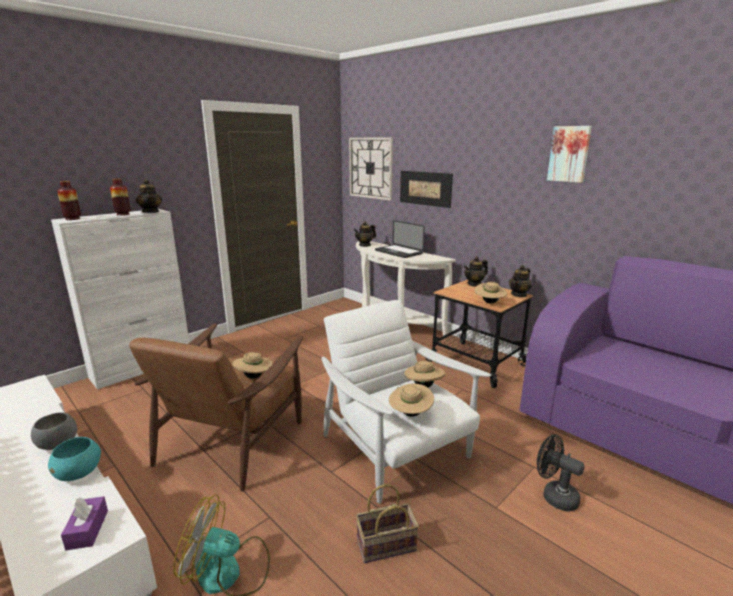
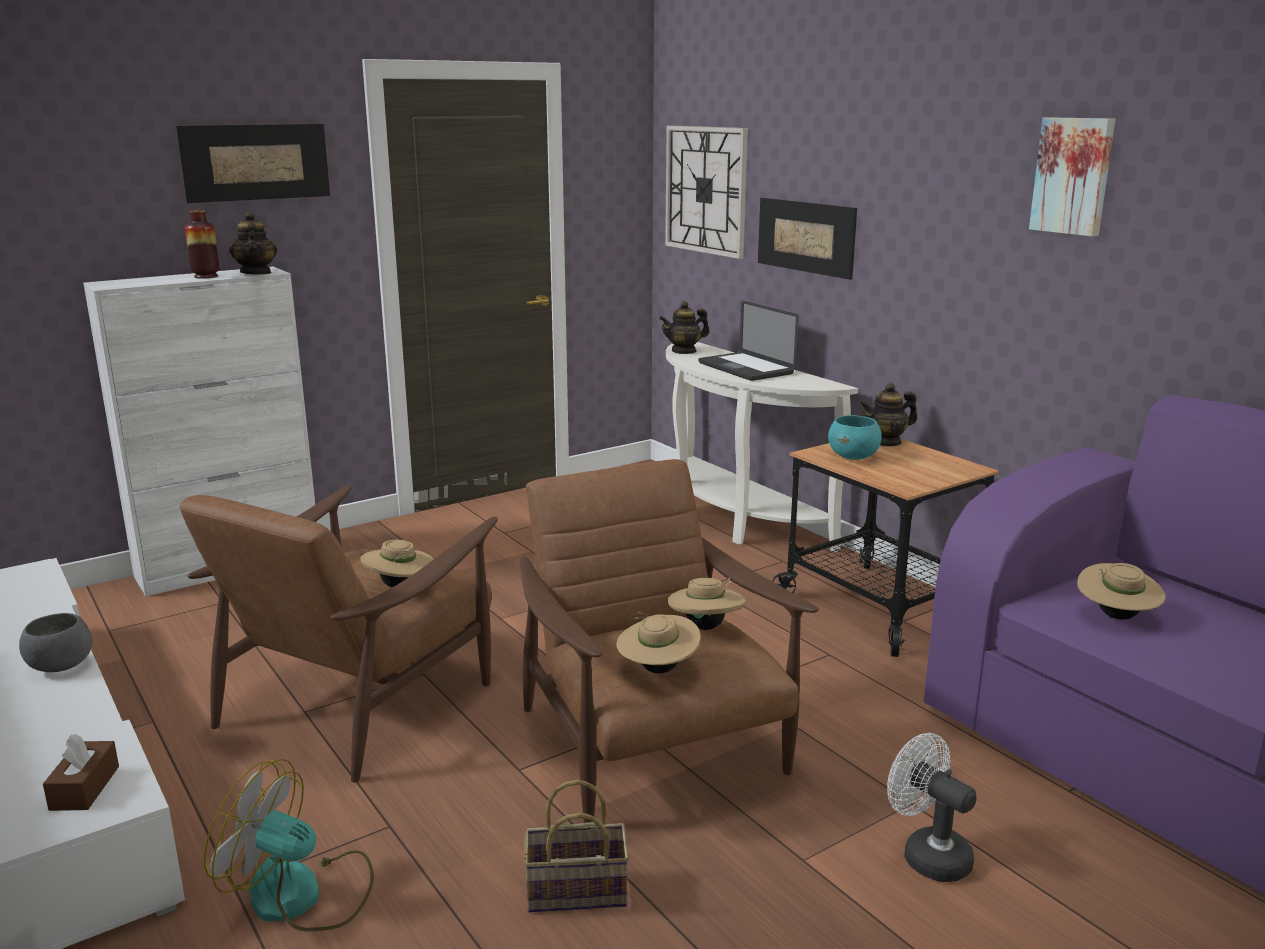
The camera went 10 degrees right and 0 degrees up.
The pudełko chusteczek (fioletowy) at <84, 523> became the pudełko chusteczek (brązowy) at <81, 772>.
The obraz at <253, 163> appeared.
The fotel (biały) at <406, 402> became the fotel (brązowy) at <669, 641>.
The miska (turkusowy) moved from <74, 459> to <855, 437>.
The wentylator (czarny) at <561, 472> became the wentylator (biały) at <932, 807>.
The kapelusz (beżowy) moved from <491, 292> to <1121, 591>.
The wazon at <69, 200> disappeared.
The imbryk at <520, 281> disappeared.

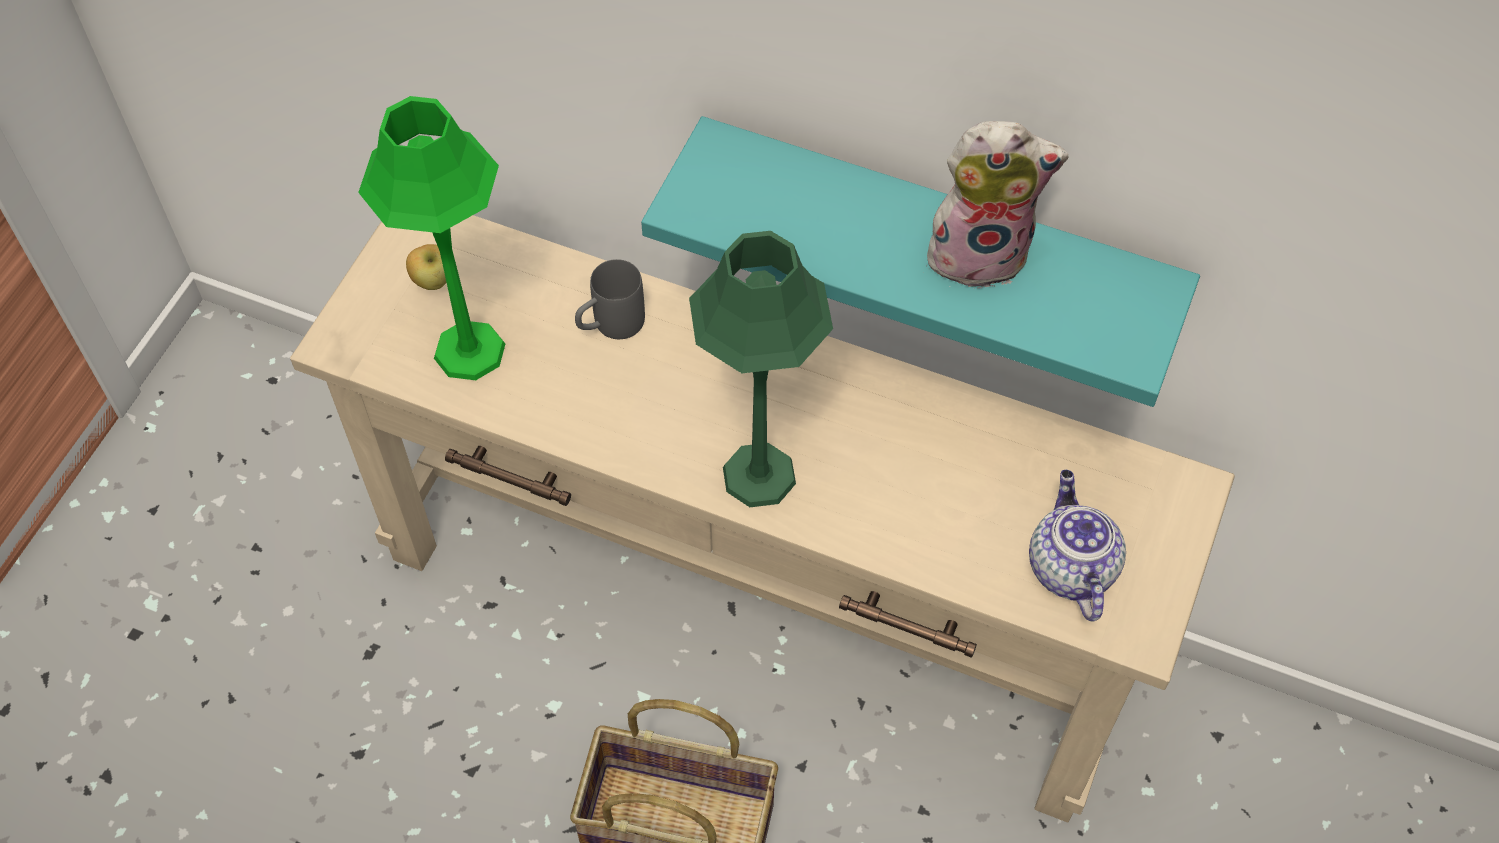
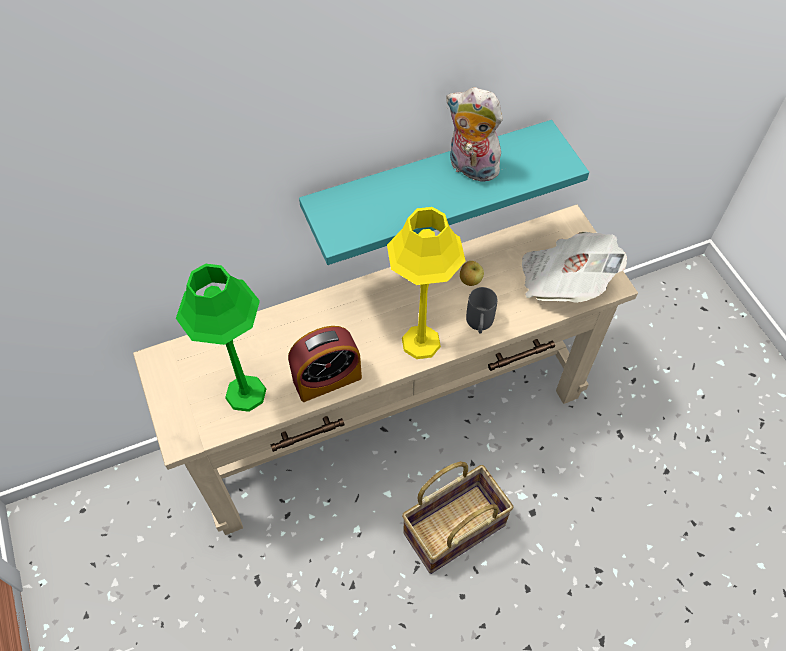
The camera went 45 degrees left and 0 degrees up.
The budzik at <325, 364> appeared.
The lampa stołowa (zielony) at <761, 369> became the lampa stołowa (żółty) at <426, 283>.
The pluszak at <997, 204> turned 105 degrees counterclockwise.
The jabłko moved from <426, 267> to <472, 273>.
The kubek (szary) moved from <610, 299> to <481, 310>.
The imbryk at <1077, 546> was replaced by the gazeta at <574, 267>.

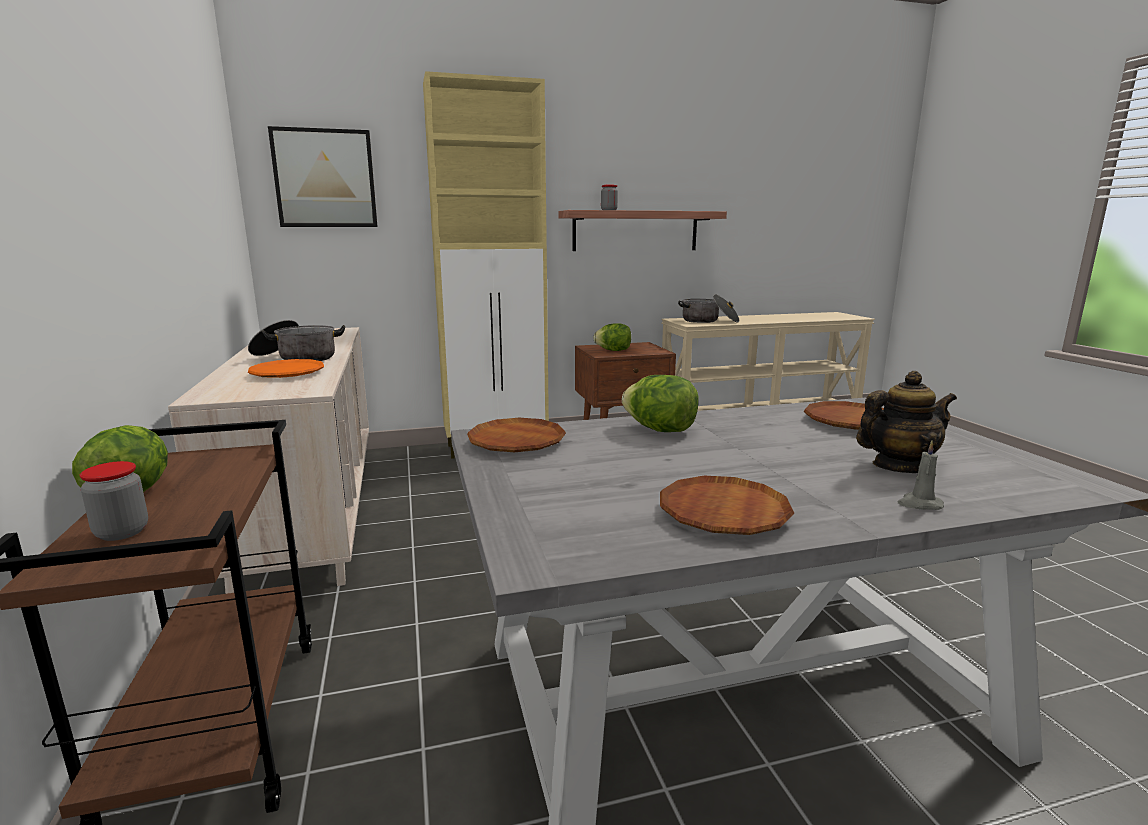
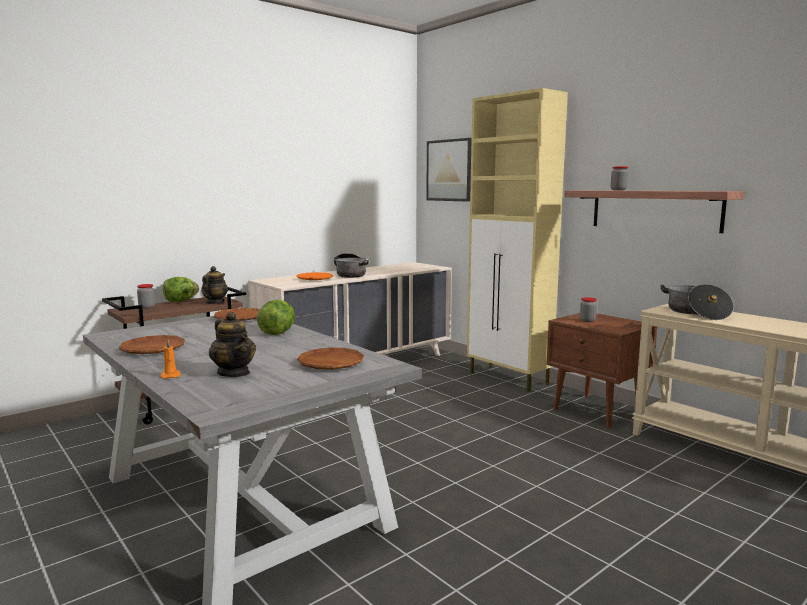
The camera went 65 degrees right and 5 degrees down.
The świeca (szary) at <921, 475> became the świeca (pomarańczowy) at <170, 359>.
The imbryk at <214, 285> appeared.
The sałata at <612, 337> was replaced by the słoik at <588, 309>.

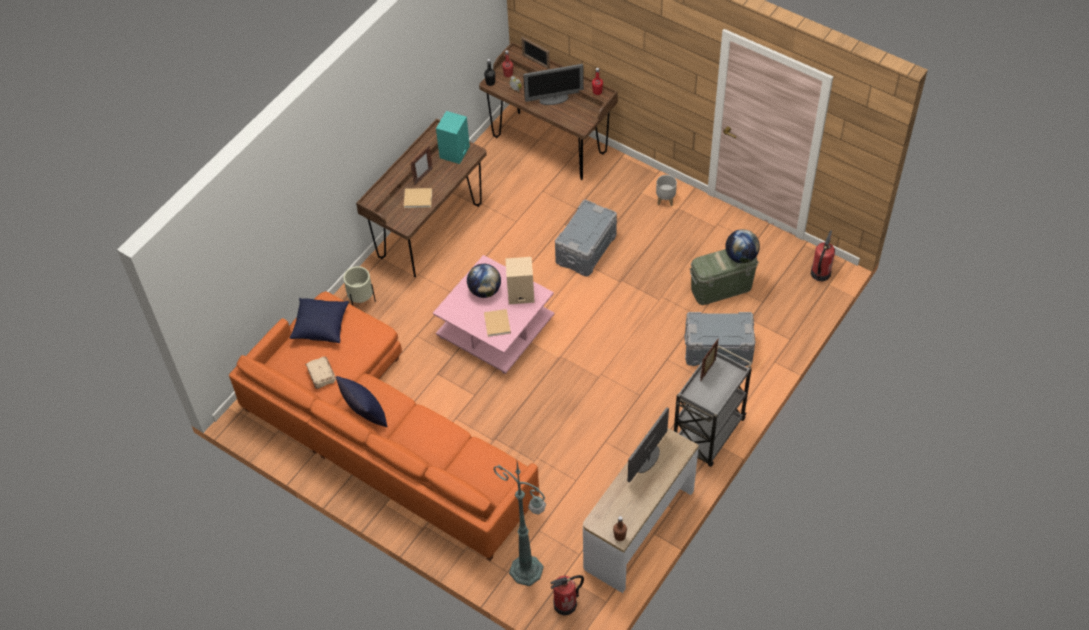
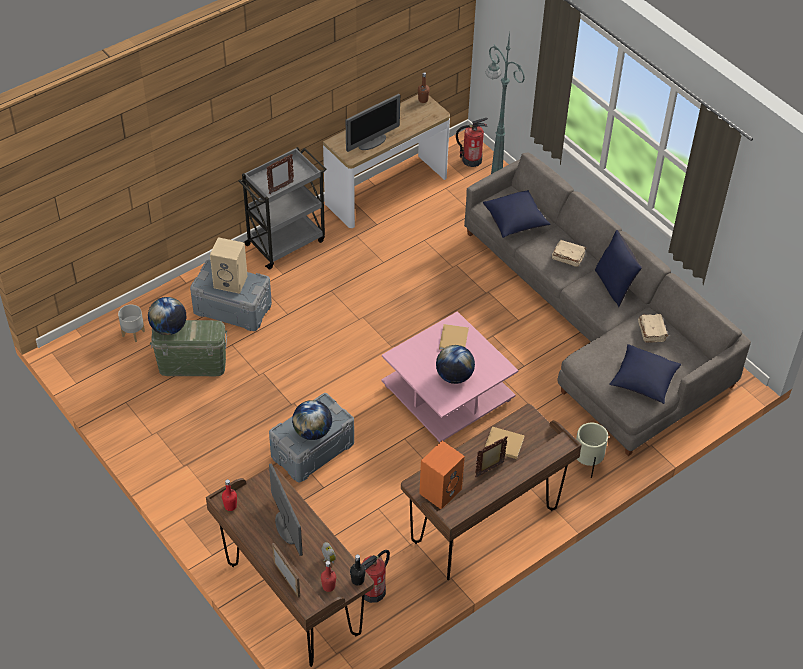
The camera went 165 degrees left and 5 degrees down.
The donica (szary) moved from <666, 191> to <131, 323>.
The głośnik (beżowy) moved from <520, 280> to <228, 265>.
The monitor at <553, 84> turned 60 degrees clockwise.
The globus at <312, 420> appeared.
The gaśnica moved from <823, 255> to <376, 576>.
The głośnik (turkusowy) at <453, 137> became the głośnik (pomarańczowy) at <442, 475>.
The kanapa (pomarańczowy) at <384, 426> became the kanapa (szary) at <607, 304>.
The poduszka (niebieski) at <516, 214> appeared.
The książka (beżowy) at <569, 253> appeared.

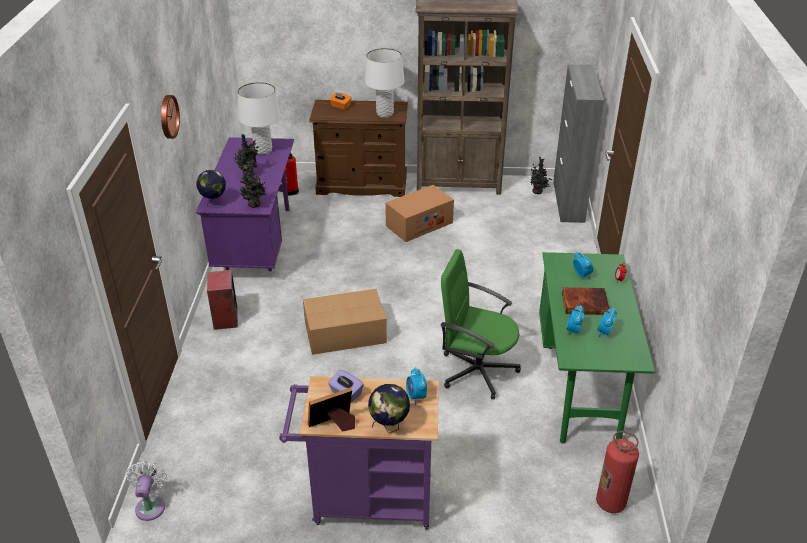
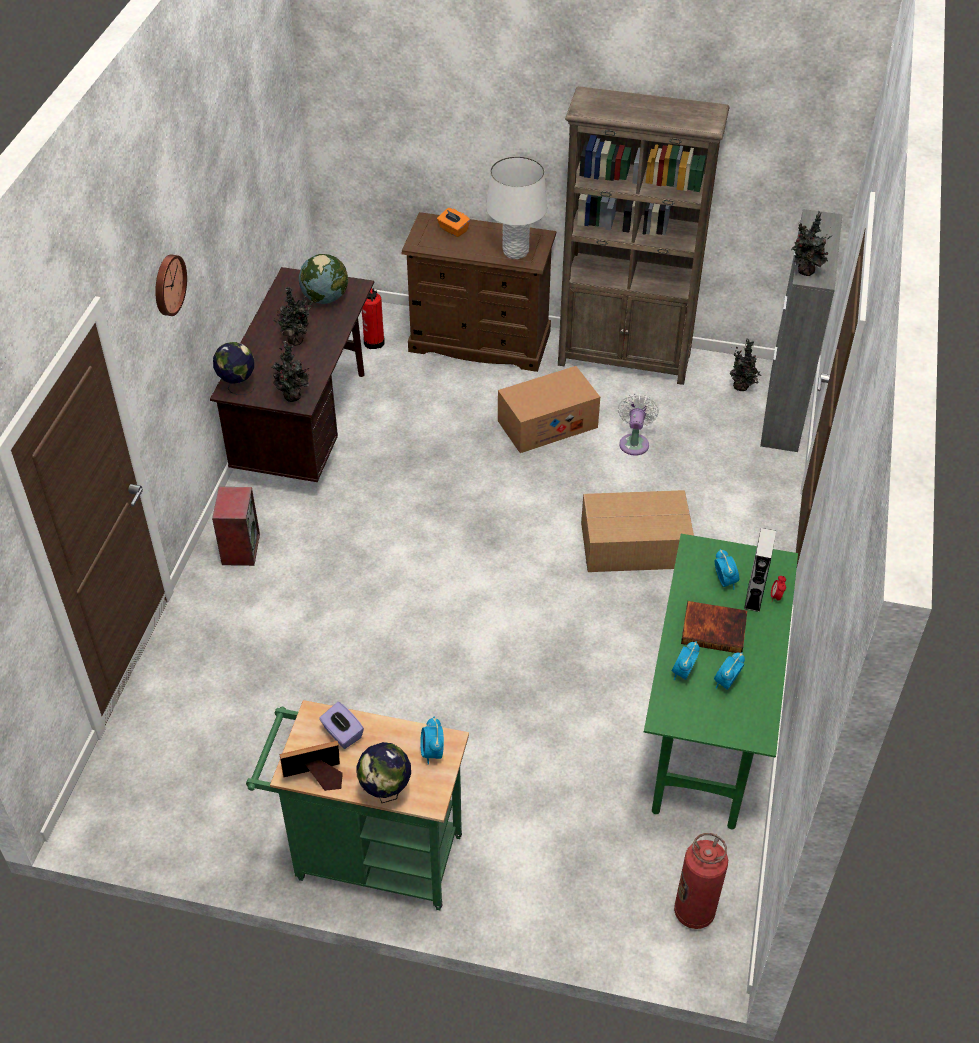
The camera went 10 degrees right and 10 degrees up.
The biurko (fioletowy) at <245, 204> became the biurko (brązowy) at <292, 374>.
The wózek (fioletowy) at <359, 452> became the wózek (zielony) at <357, 805>.
The lampa stołowa (biały) at <259, 118> was replaced by the globus at <323, 279>.
The karton moved from <345, 322> to <637, 531>.
The wentylator (biały) moved from <147, 491> to <638, 425>.
The głośnik (szary) at <760, 570> appeared.
The roślina doniczkowa at <812, 243> appeared.
The krzesło biurowe (zielony) at <480, 324> disappeared.

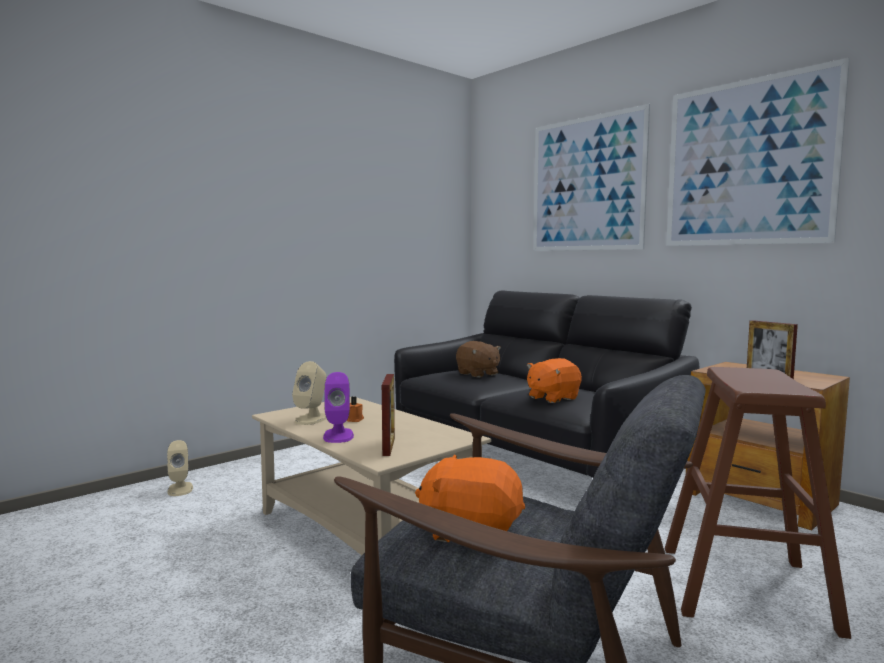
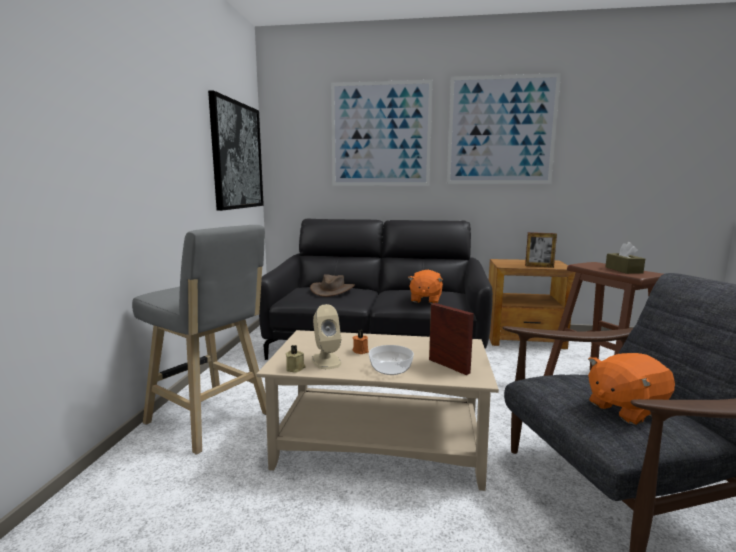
The camera went 40 degrees left and 5 degrees up.
The stołek (szary) at <199, 340> appeared.
The obraz at <236, 150> appeared.
The świeca (beżowy) at <295, 359> appeared.
The pluszak (brązowy) at <478, 359> was replaced by the kapelusz (brązowy) at <332, 285>.
The głośnik (fioletowy) at <338, 407> was replaced by the miska at <391, 360>.
The pudełko chusteczek (brązowy) at <625, 258> appeared.
The głośnik (beżowy) at <180, 468> disappeared.

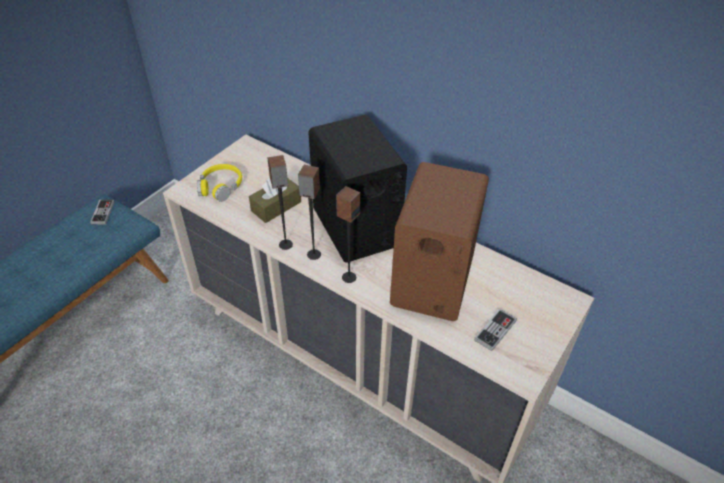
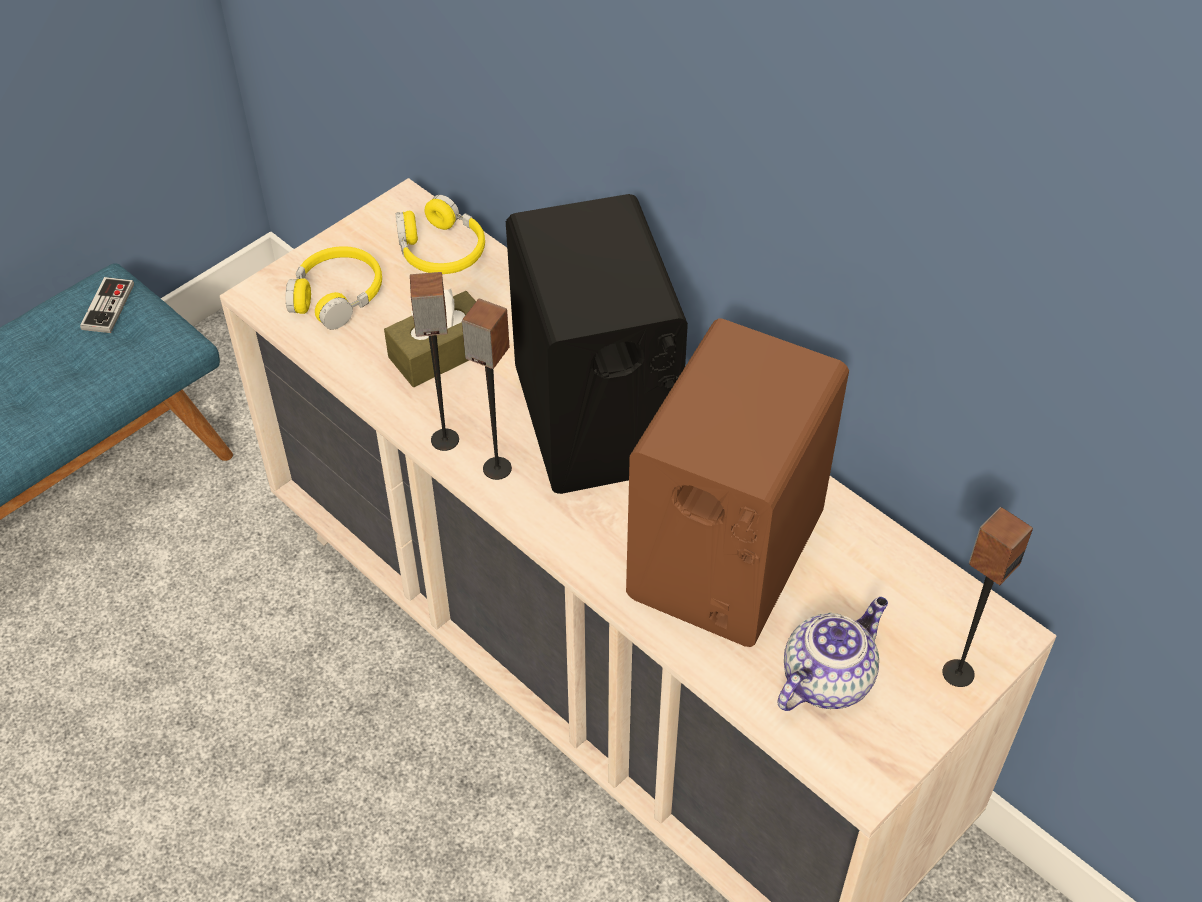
The camera went 10 degrees right and 5 degrees up.
The słuchawki (żółty) at <440, 234> appeared.
The pad do gier at <495, 330> was replaced by the imbryk at <832, 654>.
The głośnik moved from <348, 234> to <987, 597>.

